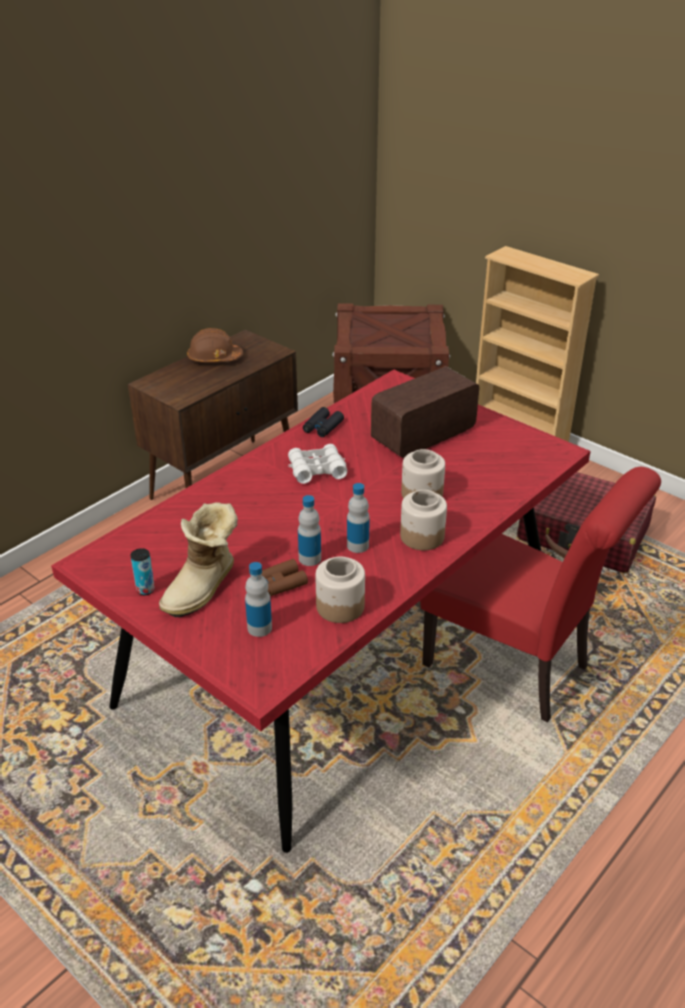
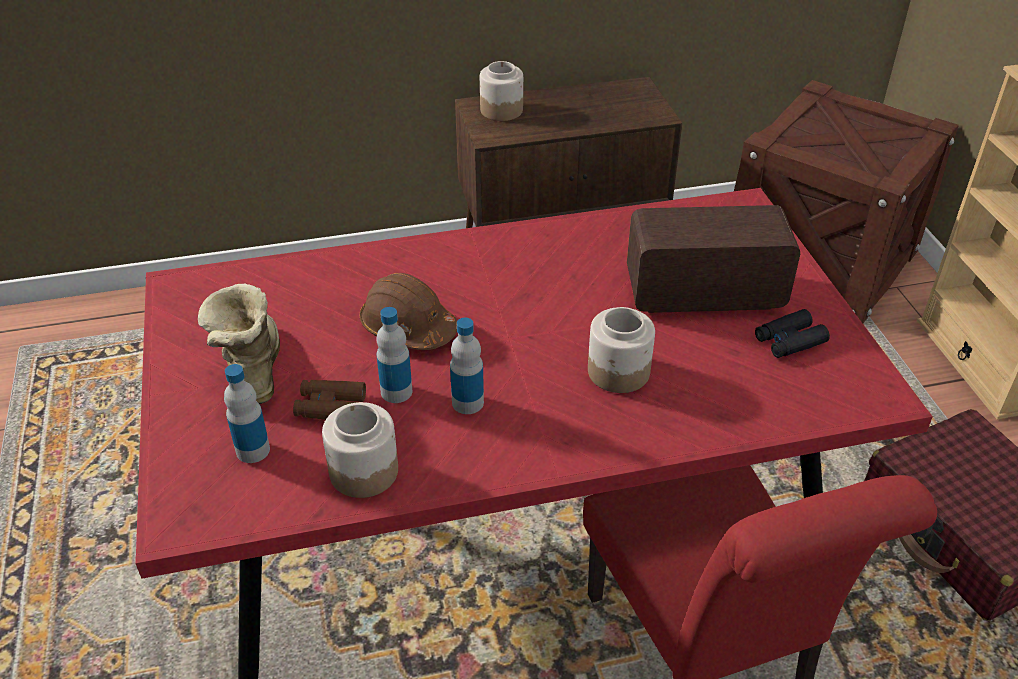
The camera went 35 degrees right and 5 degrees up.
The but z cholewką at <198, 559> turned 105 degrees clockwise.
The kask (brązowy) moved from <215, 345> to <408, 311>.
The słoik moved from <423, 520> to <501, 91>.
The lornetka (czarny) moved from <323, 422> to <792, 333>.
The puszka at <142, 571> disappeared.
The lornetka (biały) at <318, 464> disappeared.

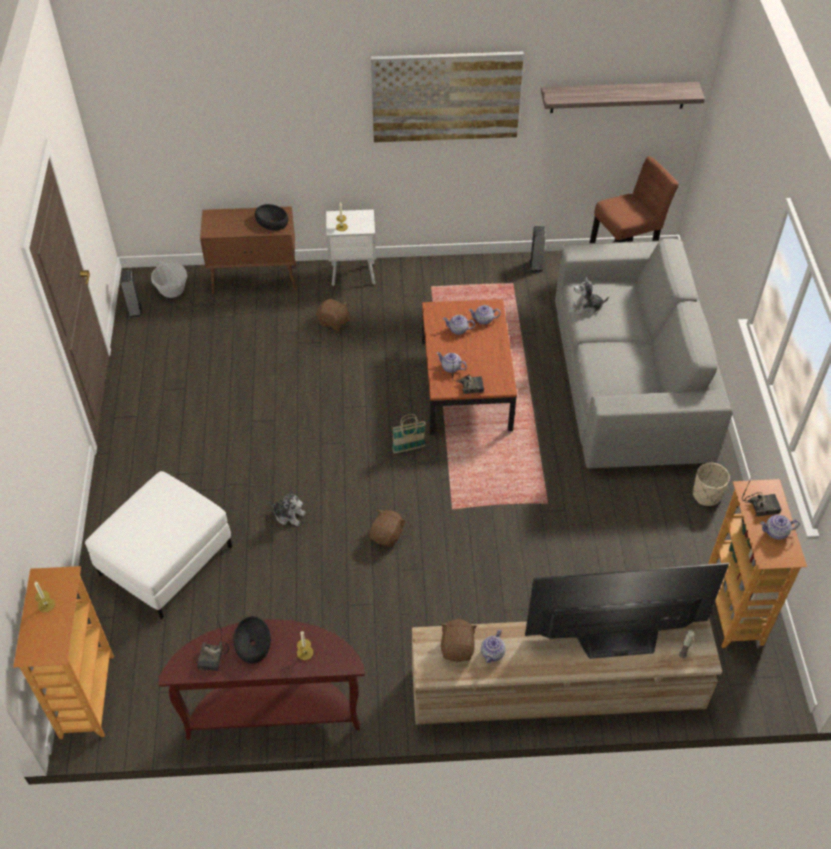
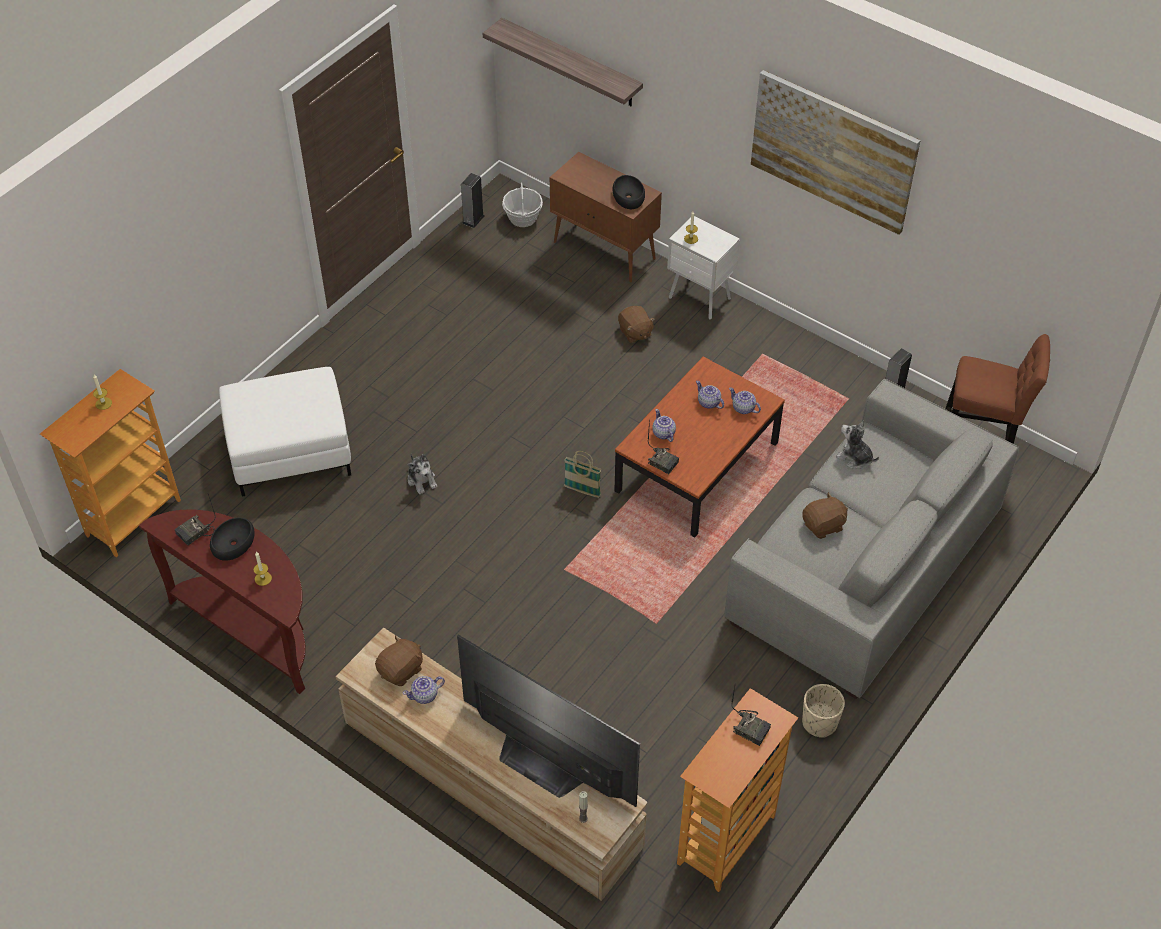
The camera went 40 degrees right and 0 degrees up.
The półka moved from <623, 97> to <563, 62>.
The pluszak (brązowy) moved from <387, 528> to <825, 515>.
The imbryk at <780, 527> disappeared.

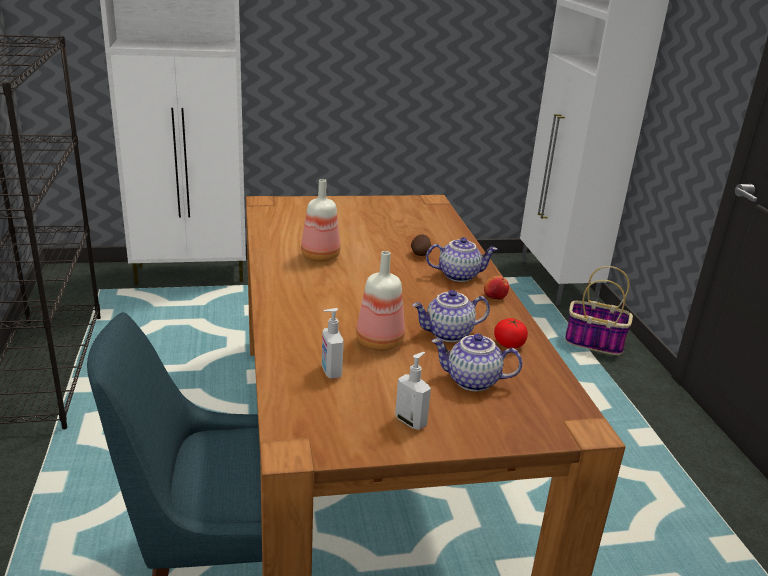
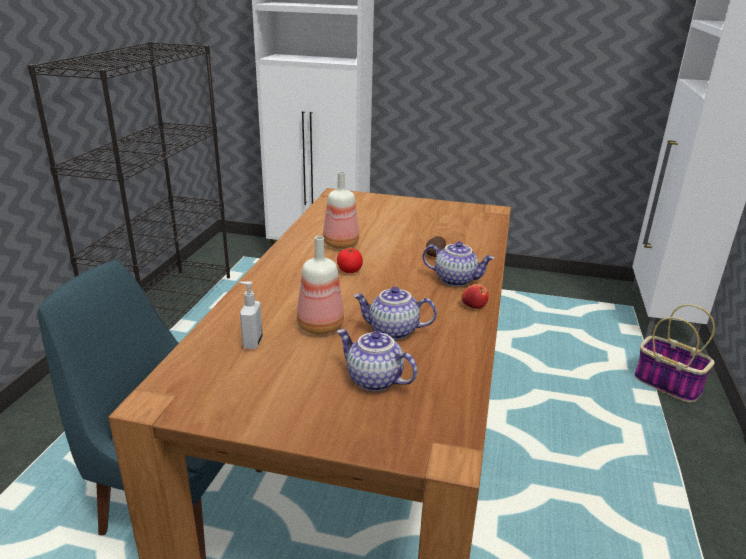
The camera went 25 degrees right and 0 degrees up.
The pomidor moved from <511, 333> to <350, 260>.
The dozownik mydła at <413, 391> disappeared.

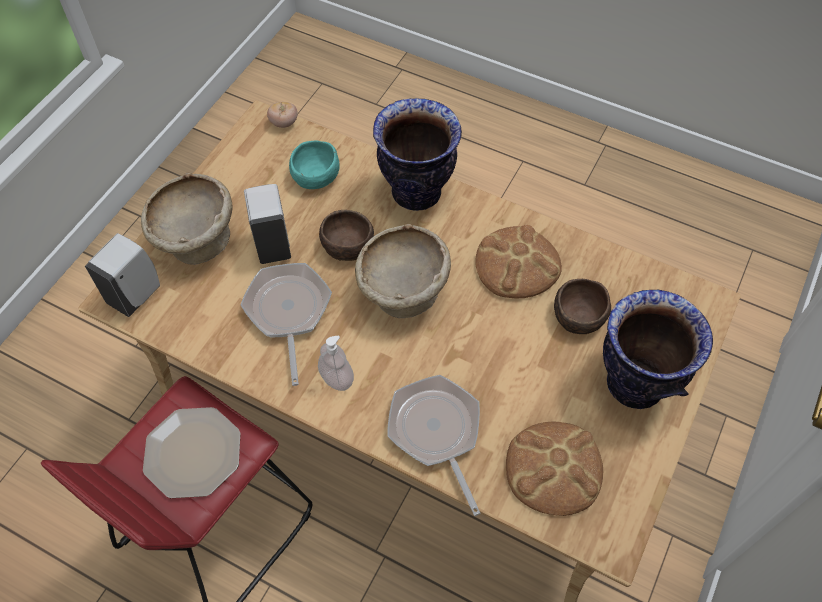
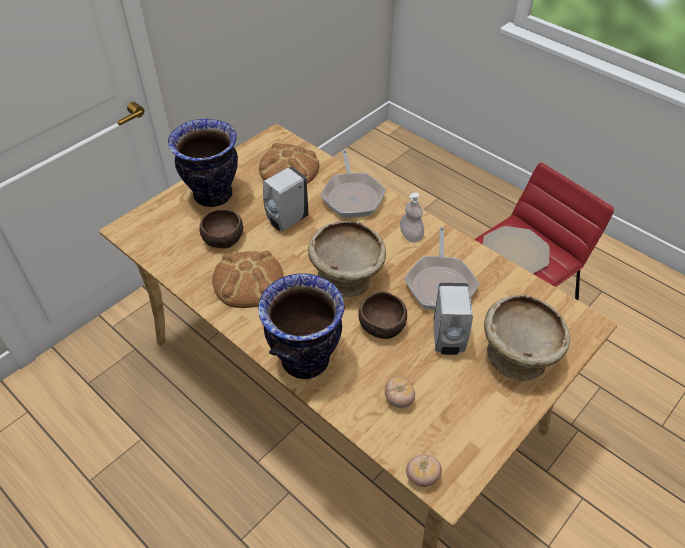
The camera went 165 degrees left and 10 degrees down.
The dozownik mydła (biały) moved from <122, 275> to <286, 198>.
The miska (turkusowy) at <314, 164> was replaced by the pomidor at <400, 392>.

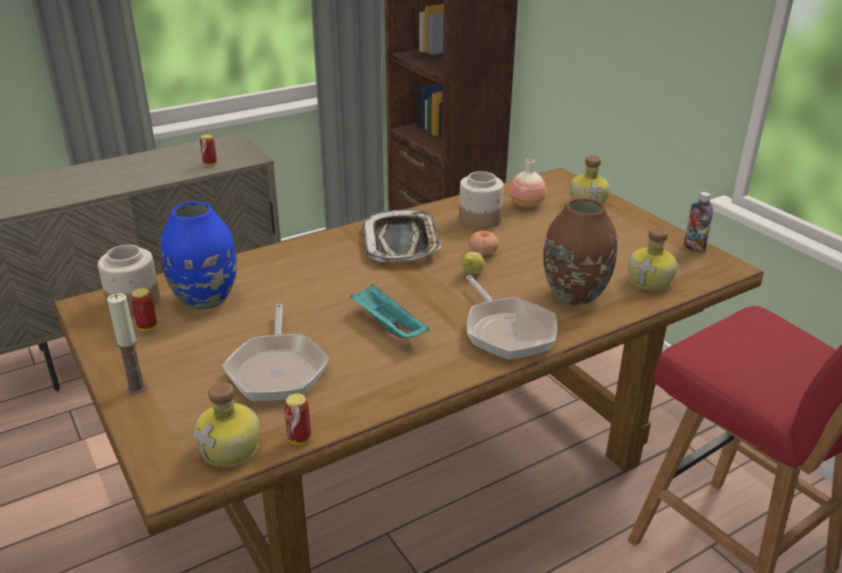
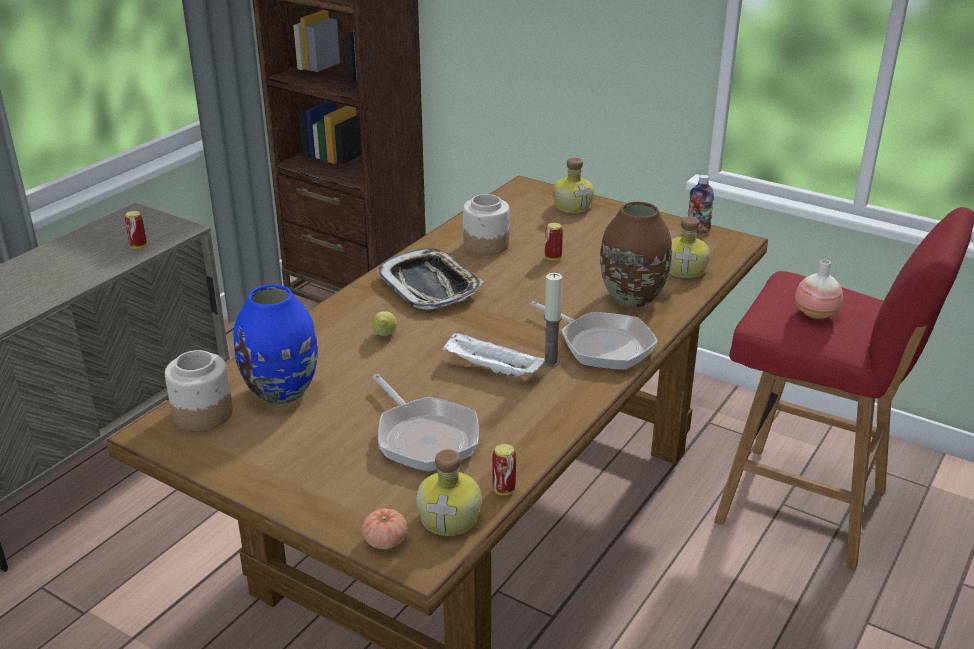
The camera went 25 degrees left and 0 degrees up.
The pomidor moved from <484, 243> to <384, 529>.
The cytryna moved from <472, 263> to <384, 323>.
The taca (turkusowy) at <390, 311> became the taca (biały) at <494, 354>.
The świeca moved from <126, 343> to <553, 320>.
The puszka moved from <144, 309> to <554, 242>.
The wazon moved from <528, 183> to <819, 289>.

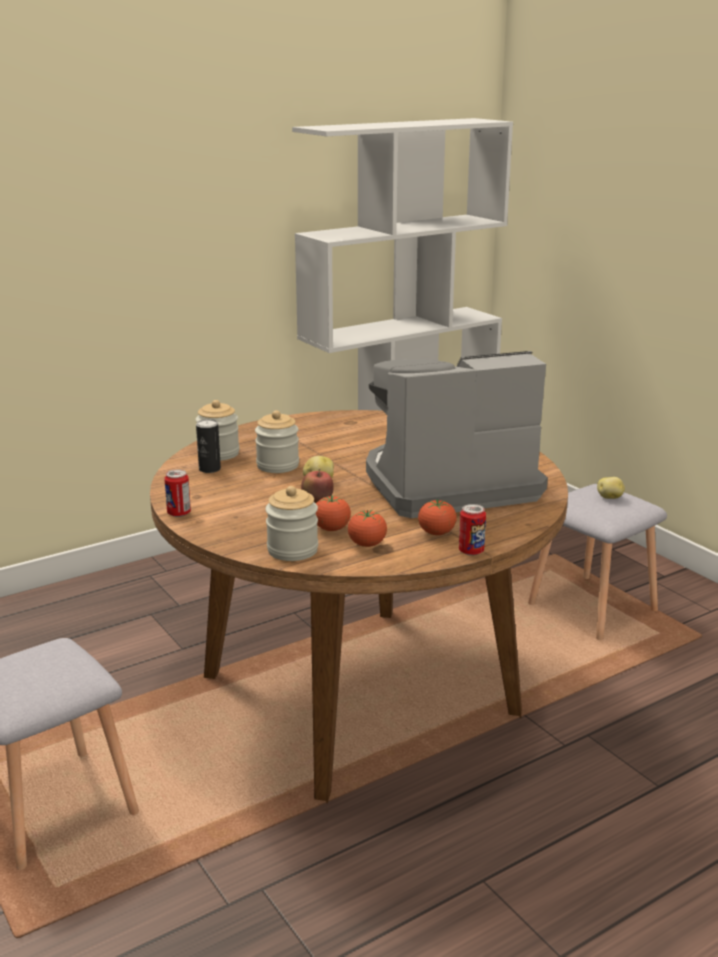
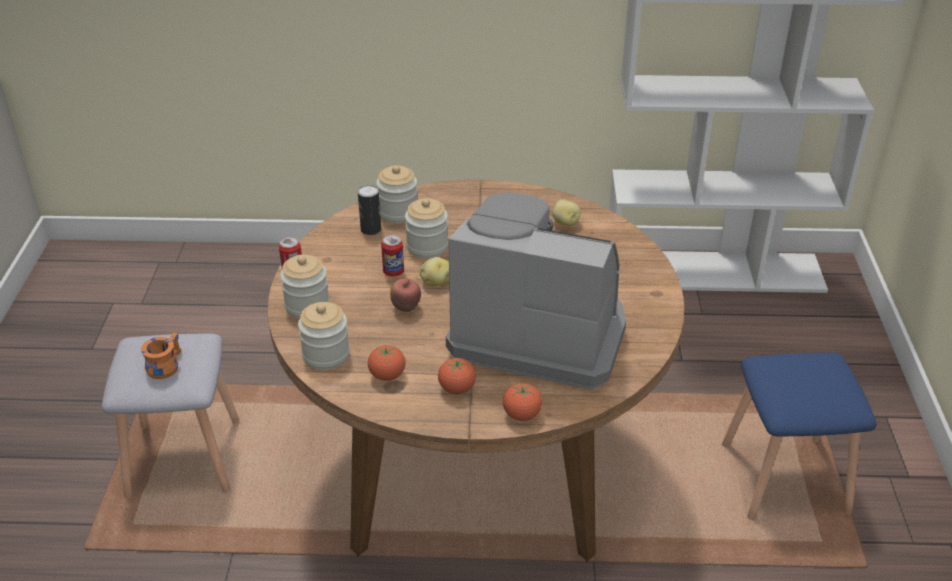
The camera went 35 degrees right and 15 degrees up.
The kubek (pomarańczowy) at <161, 356> appeared.
The słoik at <305, 286> appeared.
The puszka moved from <472, 530> to <392, 256>.
The pomidor moved from <333, 513> to <522, 402>.
The ziemniak moved from <611, 488> to <566, 212>.
The stołek (szary) at <597, 562> became the stołek (niebieski) at <799, 436>.

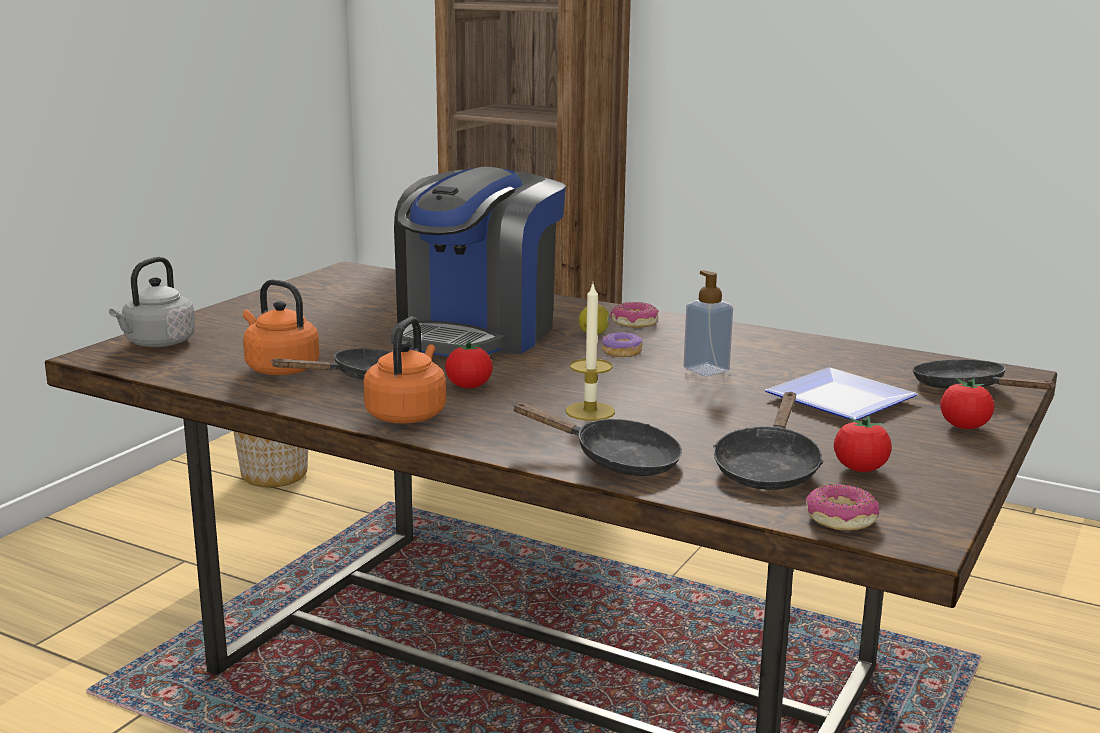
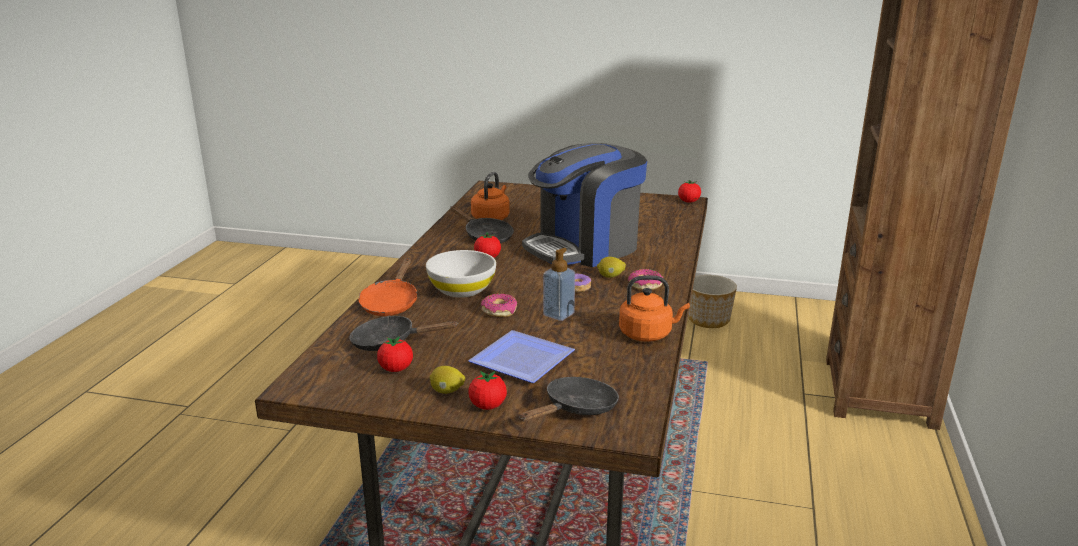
The camera went 75 degrees right and 5 degrees up.
The patelnia (czarny) at <597, 439> became the patelnia (pomarańczowy) at <388, 287>.
The świeca at <590, 352> was replaced by the miska (biały) at <461, 274>.
The cytryna at <447, 380> appeared.
The donut moved from <842, 507> to <499, 305>.
The ekspres do kawy at <478, 262> turned 45 degrees counterclockwise.
The czajnik (pomarańczowy) moved from <404, 370> to <654, 308>.
The pomidor at <689, 191> appeared.
The czajnik (szary) at <152, 302> disappeared.

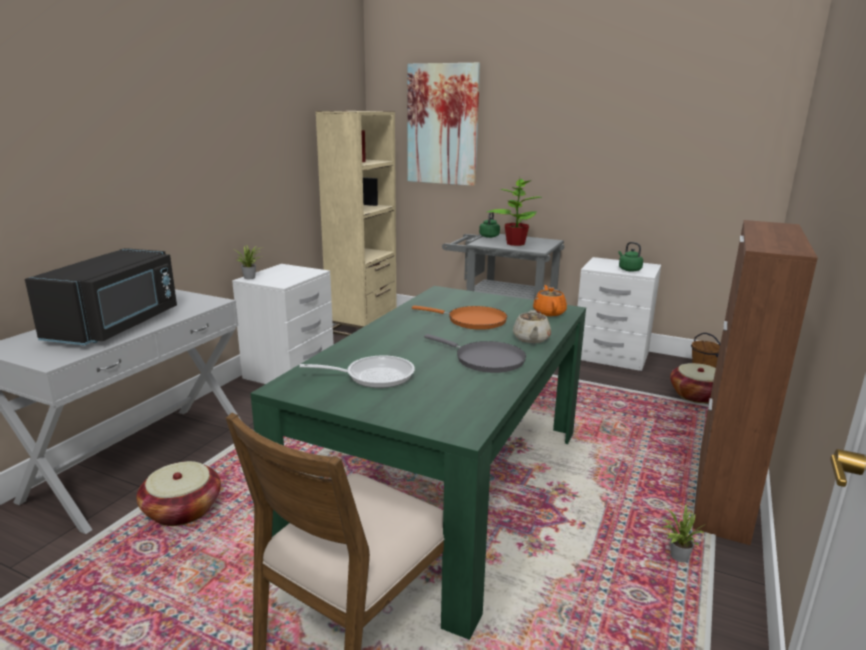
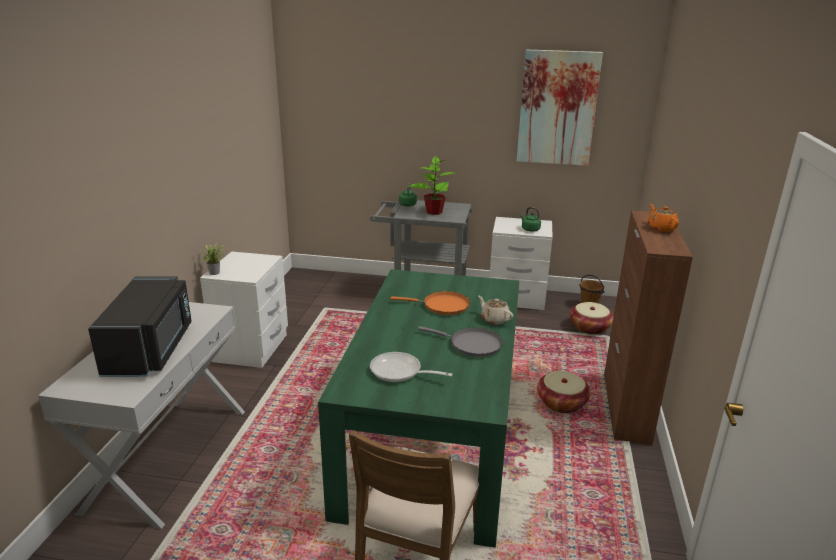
The camera went 15 degrees left and 5 degrees up.
The patelnia at <357, 372> turned 135 degrees counterclockwise.
The imbryk (beżowy) at <532, 326> turned 150 degrees clockwise.
The obraz moved from <443, 124> to <560, 108>.
The koszyk moved from <178, 493> to <564, 392>.
The imbryk (pomarańczowy) moved from <550, 300> to <663, 218>.
The regał (beżowy) at <355, 223> disappeared.
The roślina doniczkowa at <683, 533> disappeared.

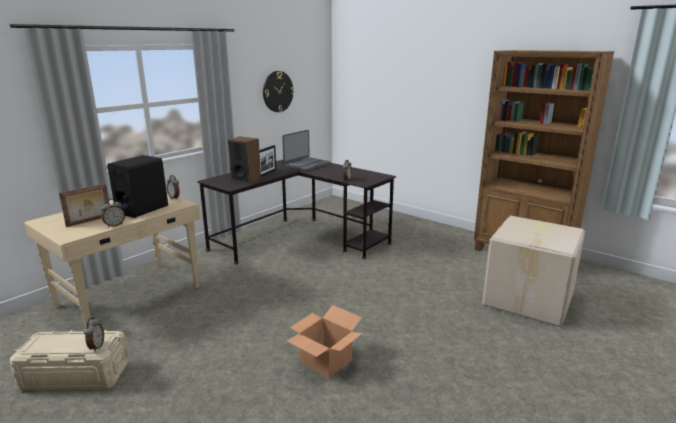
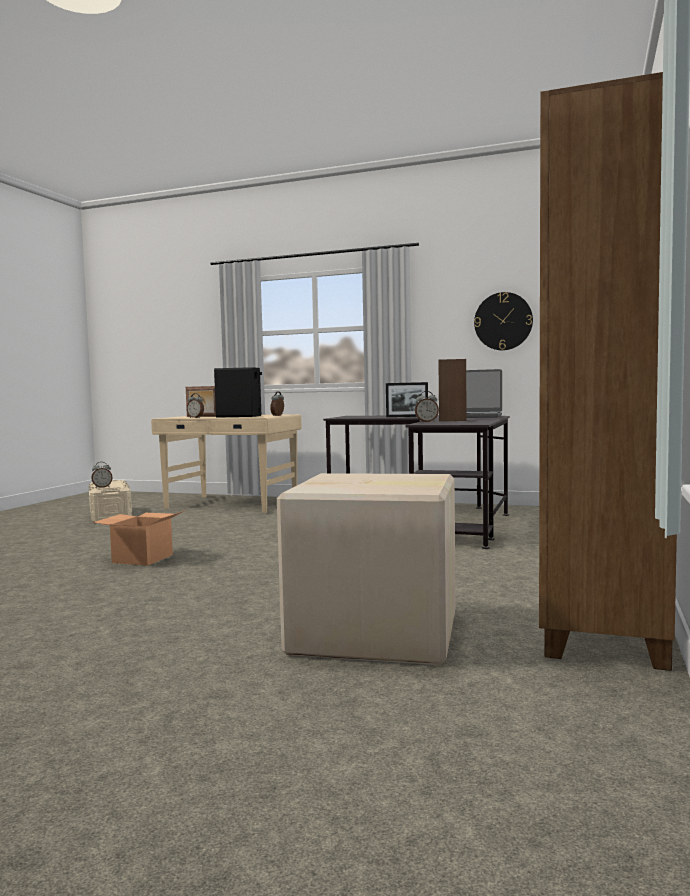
The camera went 70 degrees right and 15 degrees down.
The głośnik moved from <244, 160> to <452, 390>.

